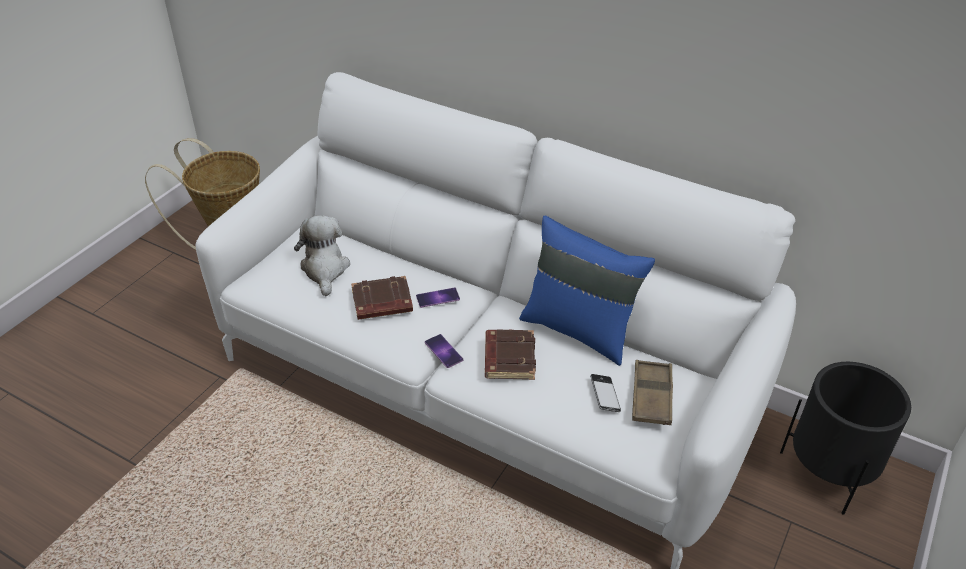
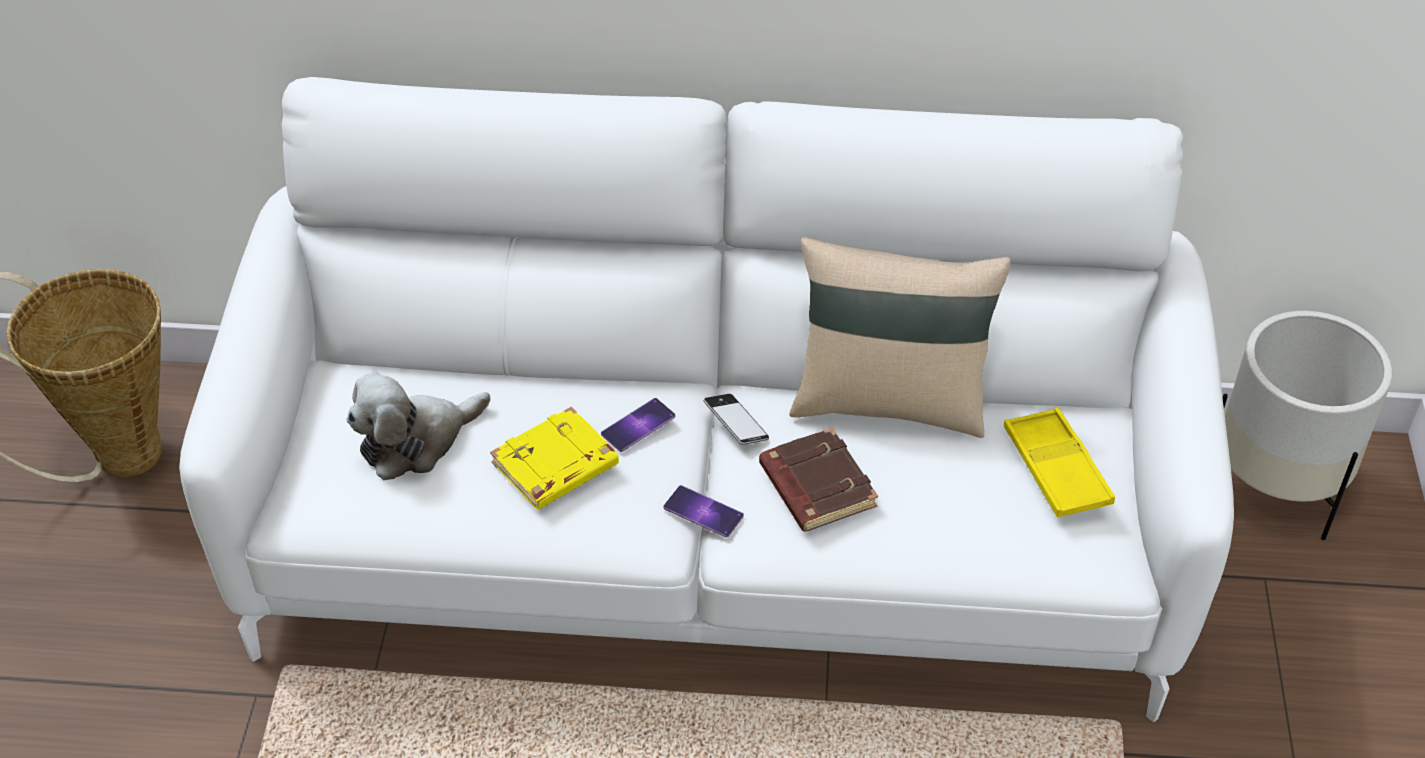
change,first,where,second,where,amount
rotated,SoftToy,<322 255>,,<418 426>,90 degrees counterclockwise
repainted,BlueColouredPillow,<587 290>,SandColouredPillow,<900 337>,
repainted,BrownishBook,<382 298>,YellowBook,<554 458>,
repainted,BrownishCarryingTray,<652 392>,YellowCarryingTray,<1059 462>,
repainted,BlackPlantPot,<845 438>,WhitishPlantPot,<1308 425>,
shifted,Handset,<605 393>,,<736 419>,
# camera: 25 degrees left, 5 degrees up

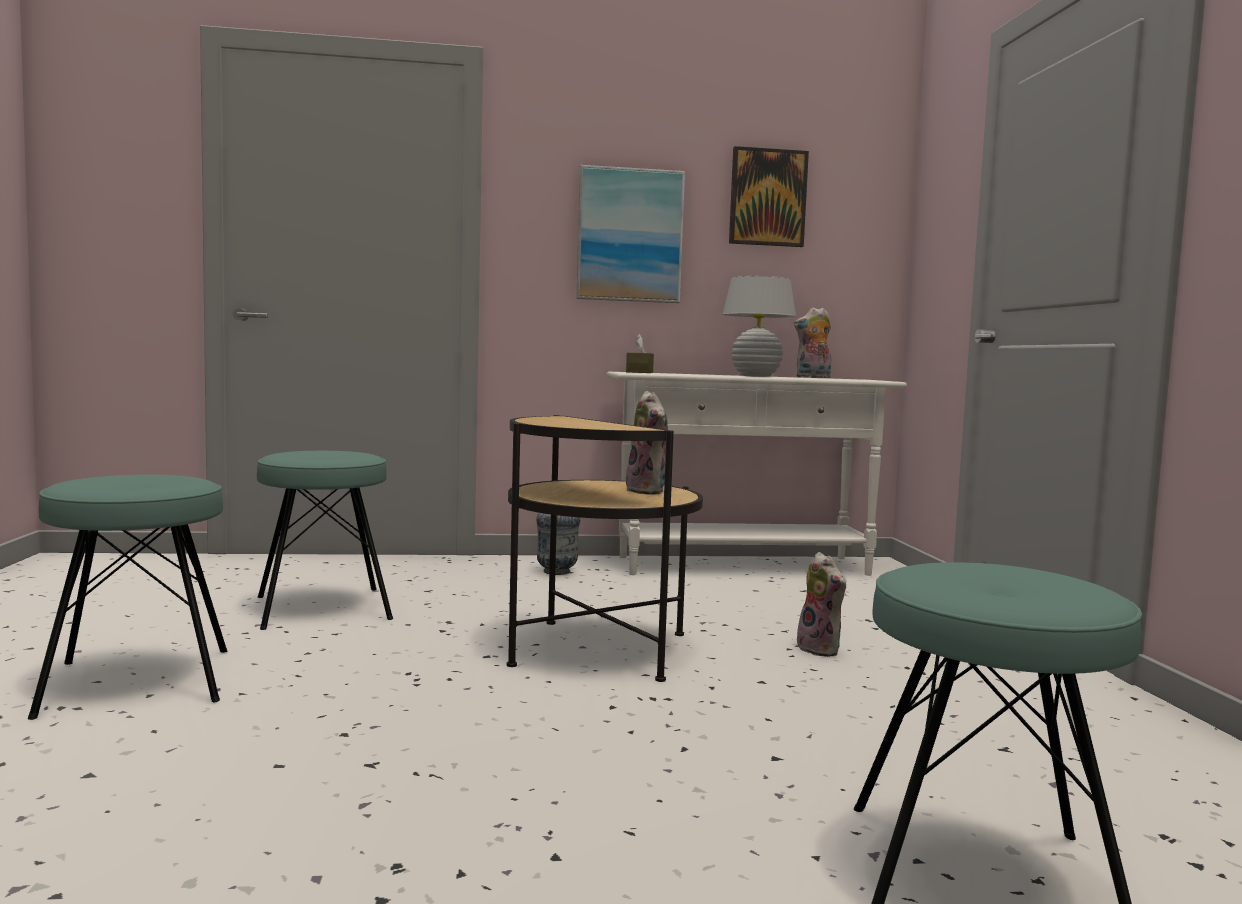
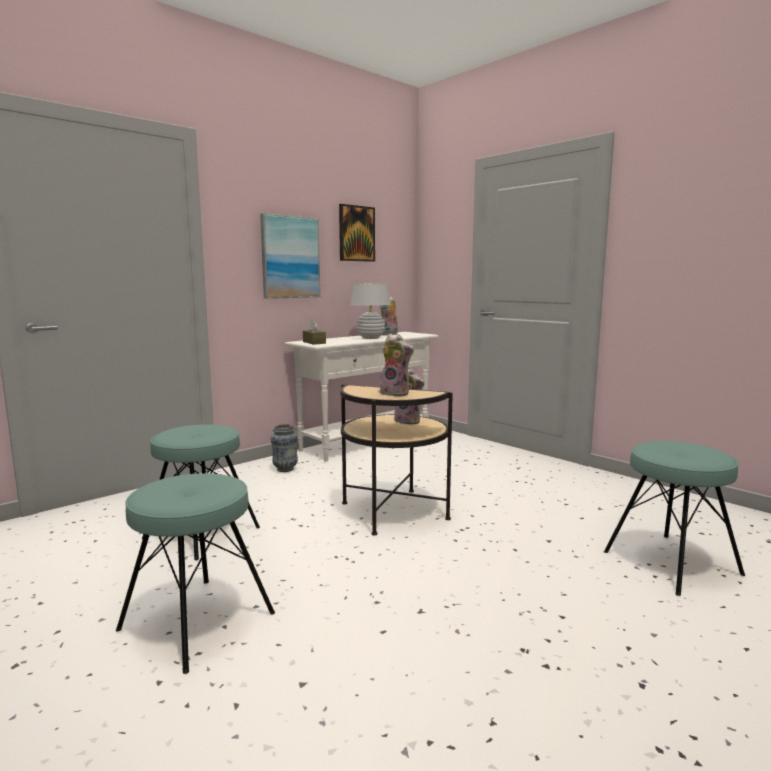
change,first,where,second,where,amount
shifted,SoftToy,<821 604>,,<397 365>,
# camera: 35 degrees left, 5 degrees up

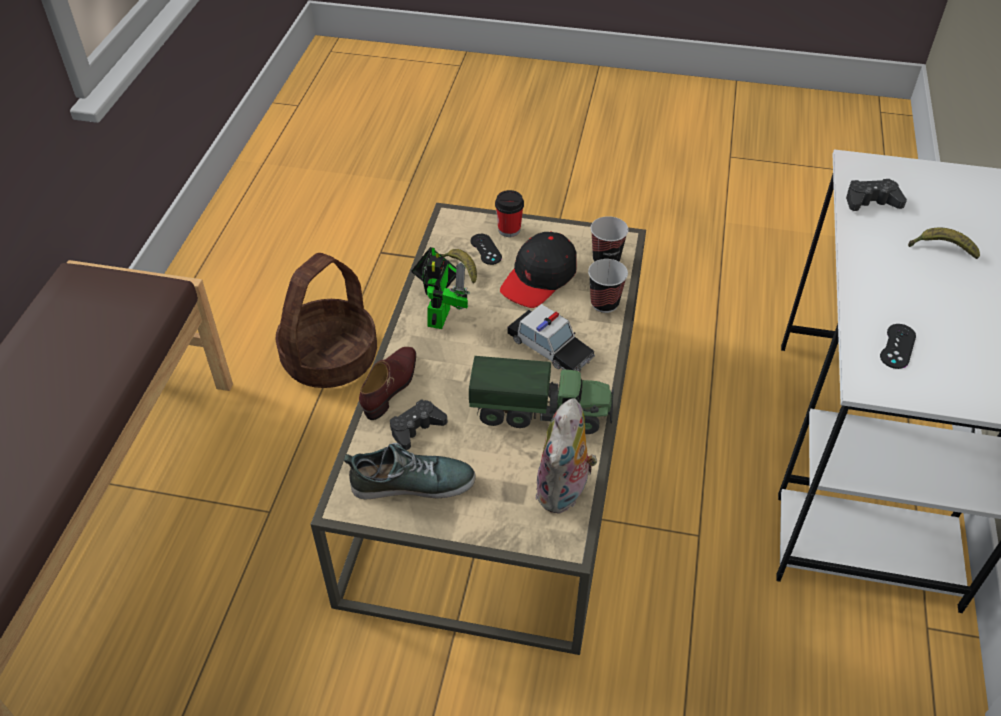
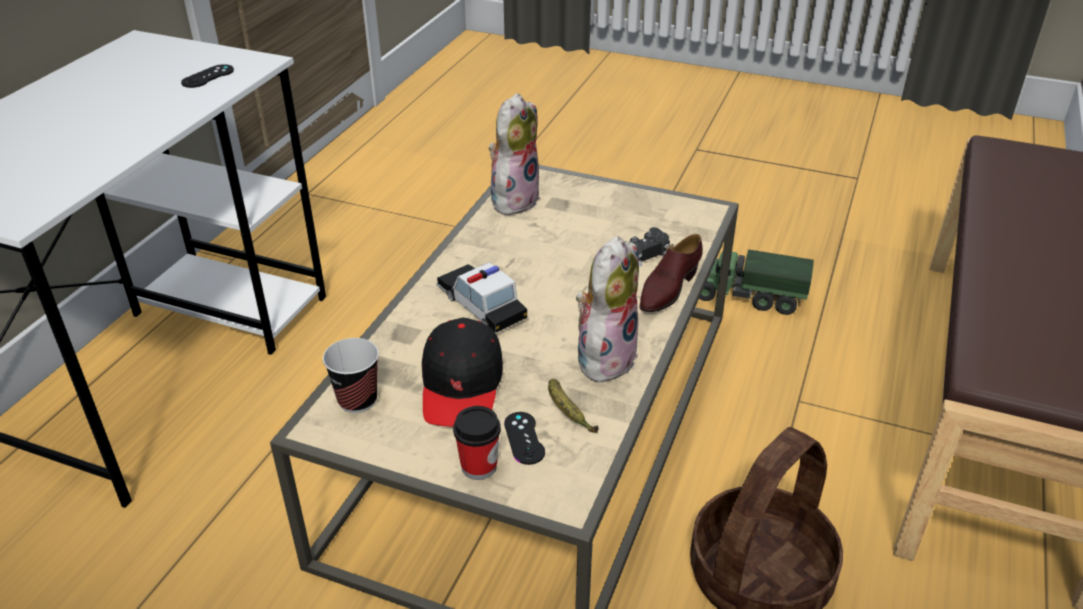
change,first,where,second,where,amount
gone,BlackJoypad,<876 195>,,,
gone,BananaFruit,<944 243>,,,
rotated,BlackBaseballCap,<538 270>,,<462 372>,135 degrees clockwise
swapped,ModelRobot,<440 288>,SoftToy,<607 309>,
gone,SmallCup,<608 286>,,,
shifted,ModelTruck,<541 395>,,<756 282>,
gone,LowShoe,<410 471>,,,
# camera: 170 degrees left, 10 degrees down

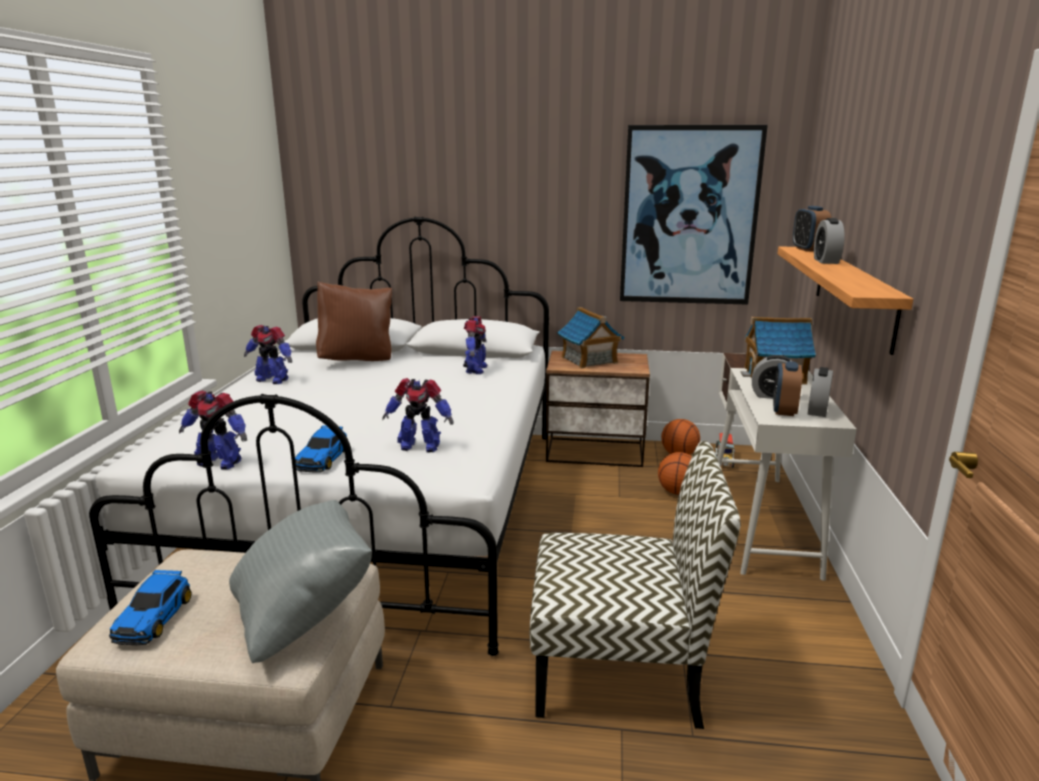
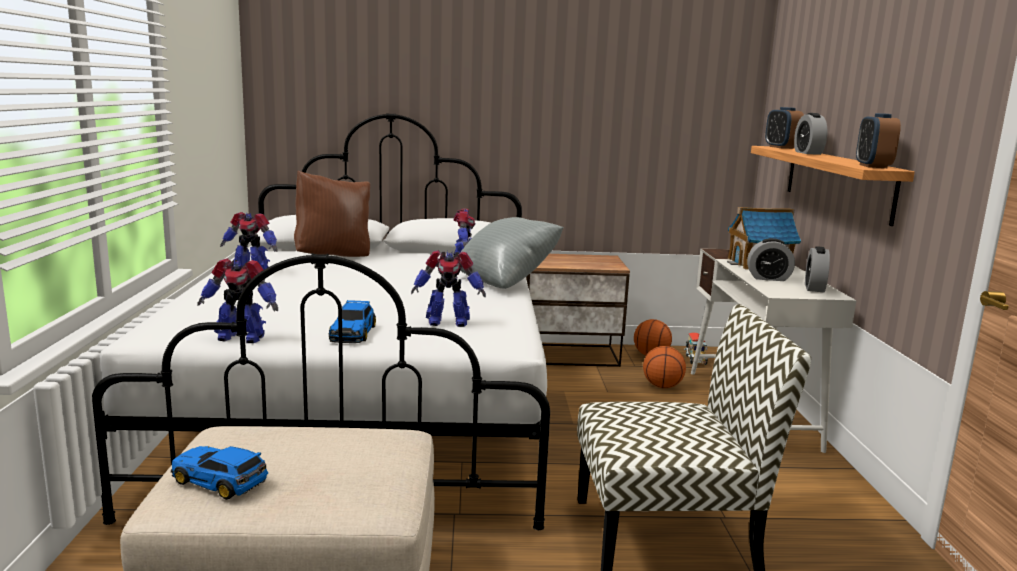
change,first,where,second,where,amount
gone,WallArt,<694 215>,,,
gone,ModelHouse,<591 337>,,,
shifted,AlarmClock,<787 388>,,<878 140>,
shifted,GreyishPillow,<300 581>,,<511 253>,
rotated,ModelCar,<150 607>,,<219 473>,120 degrees clockwise
# camera: 10 degrees left, 5 degrees down

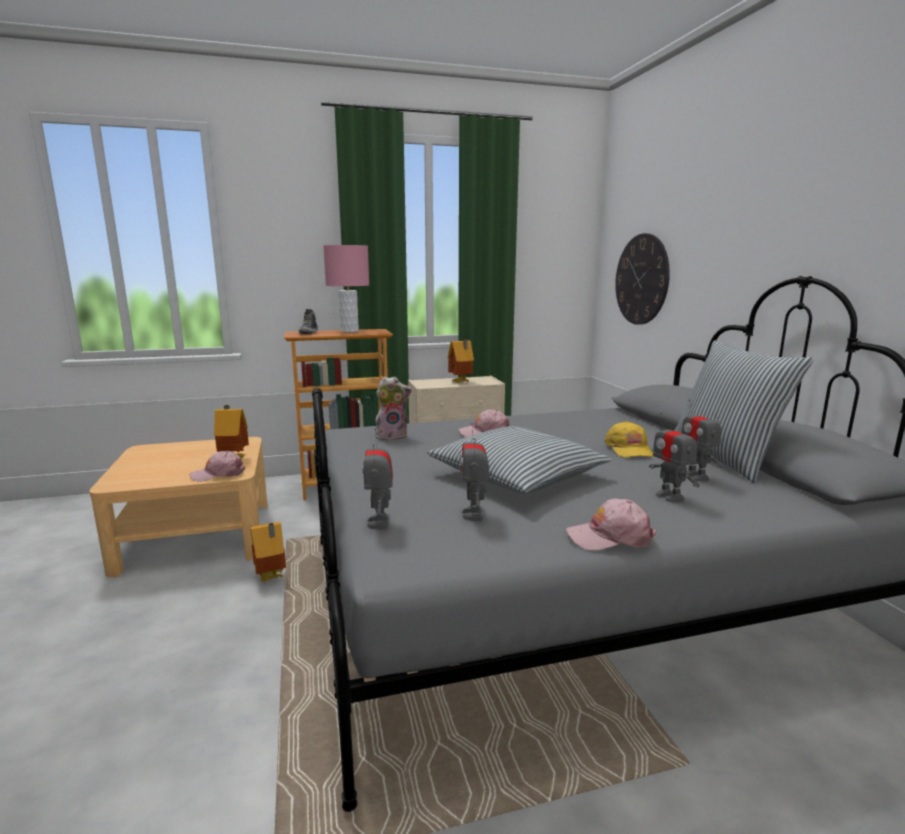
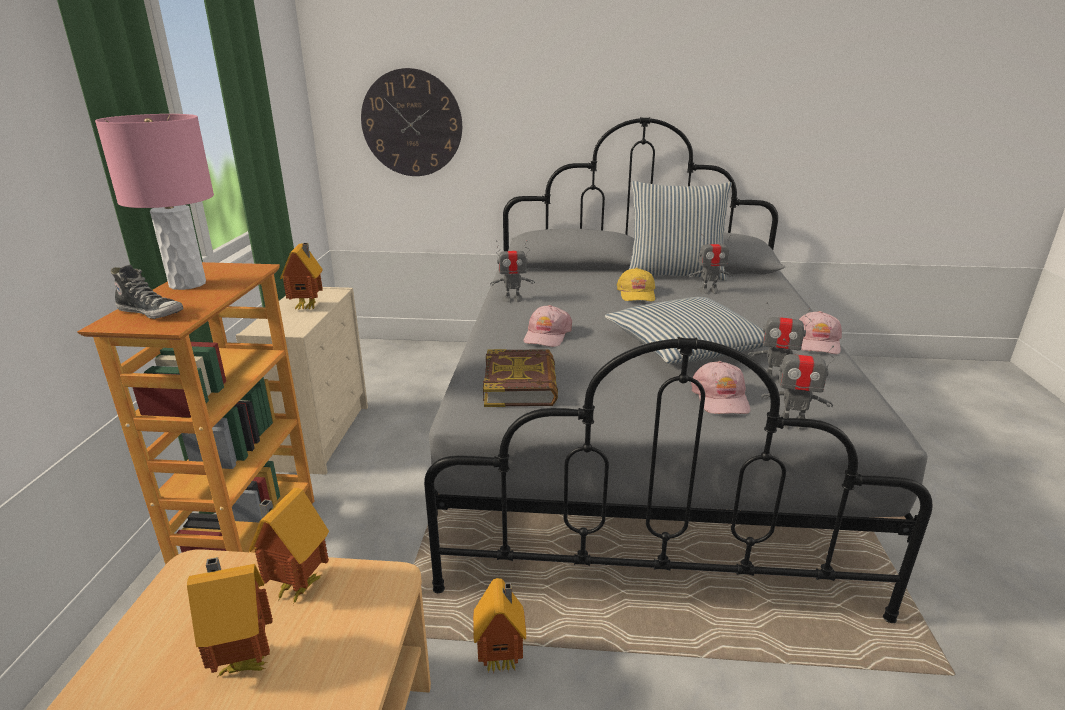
change,first,where,second,where,amount
swapped,SoftToy,<394 408>,Book,<520 378>,
shifted,ModelRobot,<674 457>,,<512 271>,
rotated,YellowBaseballCap,<629 439>,,<636 284>,75 degrees clockwise
shifted,PinkBaseballCap,<217 466>,,<721 387>,
new,,,ModelHouse,<230 616>,
# camera: 70 degrees left, 10 degrees up

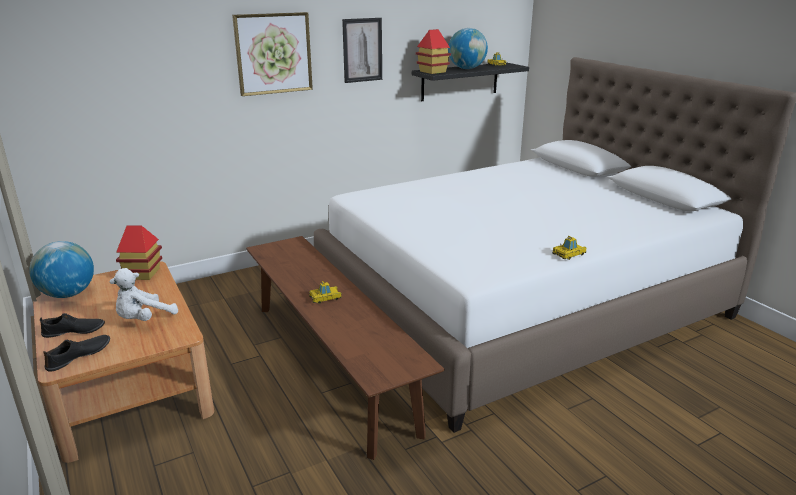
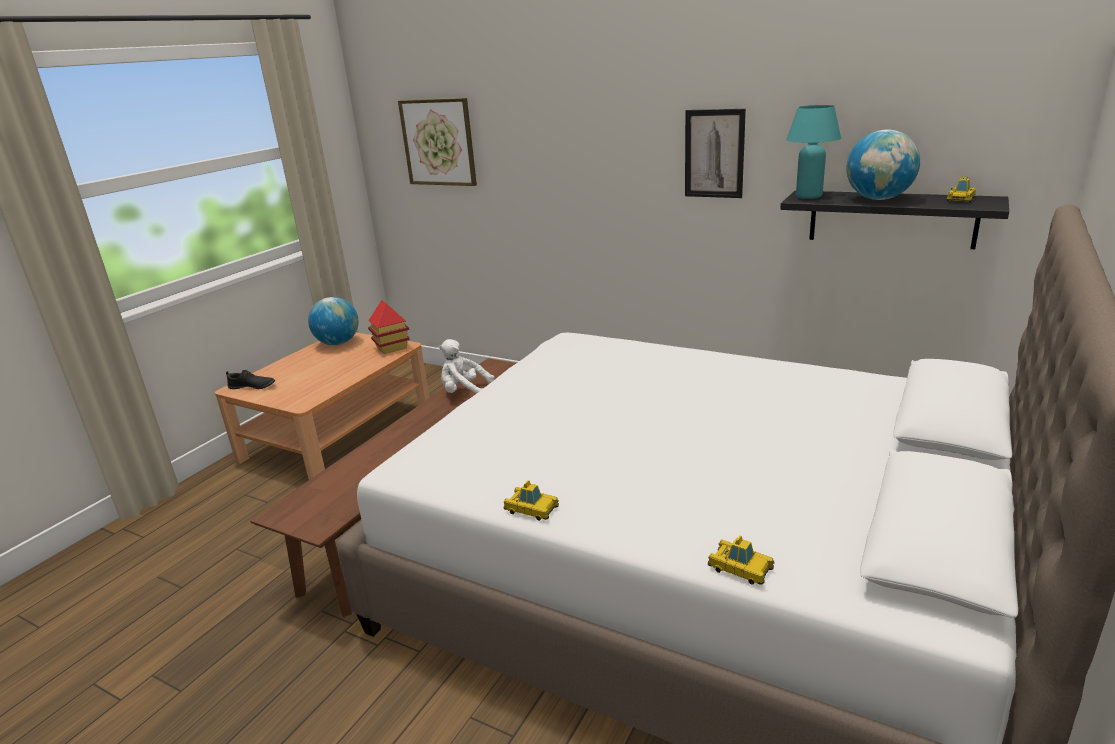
change,first,where,second,where,amount
shifted,WallArt,<272 54>,,<437 142>,
swapped,ModelHouse,<433 51>,BlueGreenTableLamp,<813 152>,
shifted,WhitishSoftToy,<144 294>,,<467 366>,
shifted,ModelCar,<325 292>,,<741 560>,
gone,BlackLowShoe,<72 325>,,,
# camera: 60 degrees right, 0 degrees up

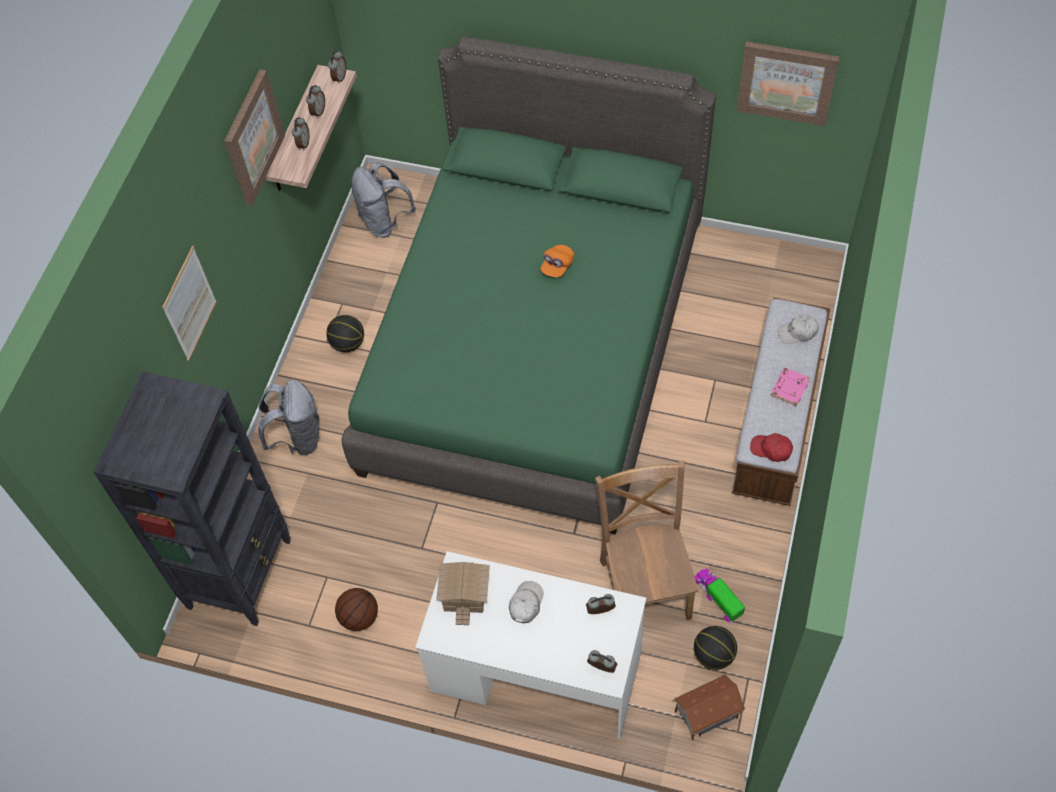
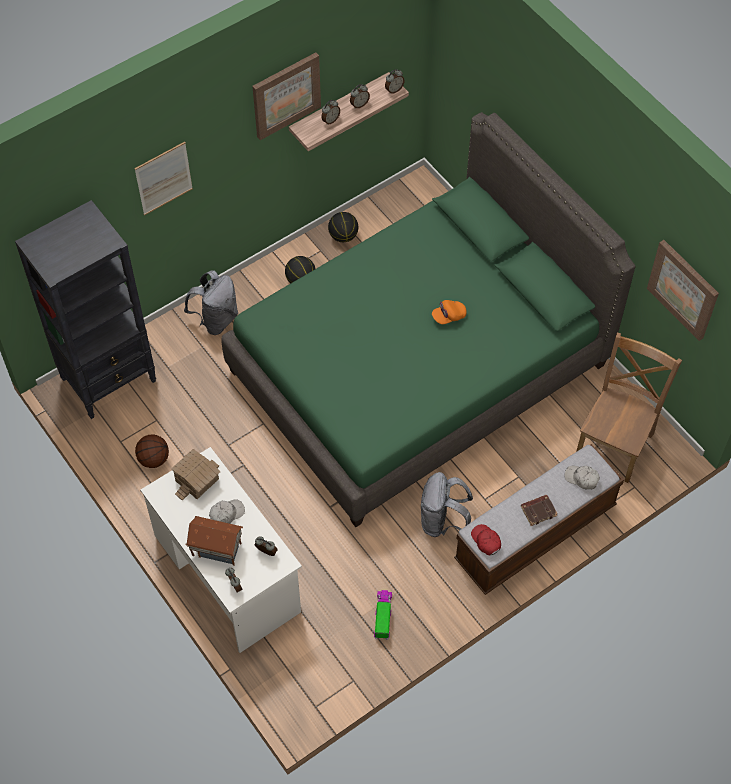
change,first,where,second,where,amount
shifted,GreyishBackpack,<383 200>,,<447 504>,
repainted,PinkBook,<790 387>,BrownishBook,<539 510>,
shifted,BrownishChair,<646 540>,,<629 408>,
shifted,BallForBasketball,<715 648>,,<343 227>,
shifted,ModelHouse,<709 707>,,<214 540>,
# camera: 35 degrees right, 0 degrees up

